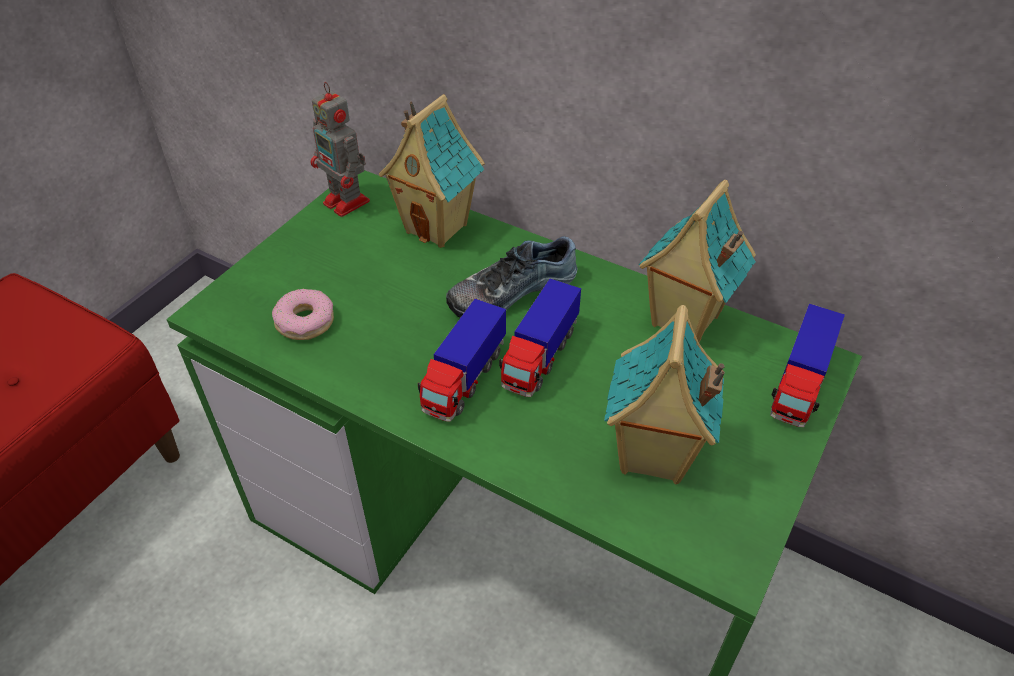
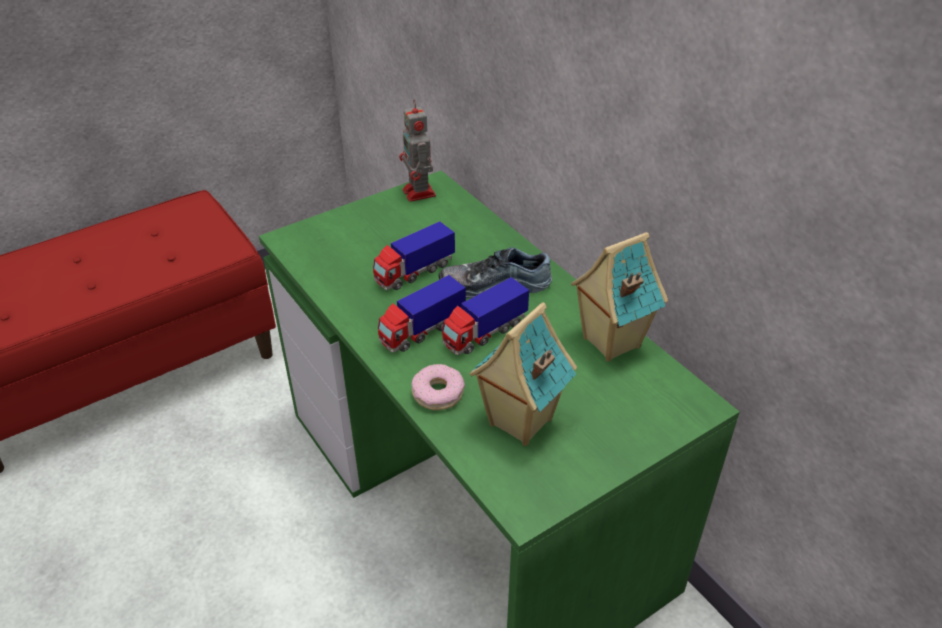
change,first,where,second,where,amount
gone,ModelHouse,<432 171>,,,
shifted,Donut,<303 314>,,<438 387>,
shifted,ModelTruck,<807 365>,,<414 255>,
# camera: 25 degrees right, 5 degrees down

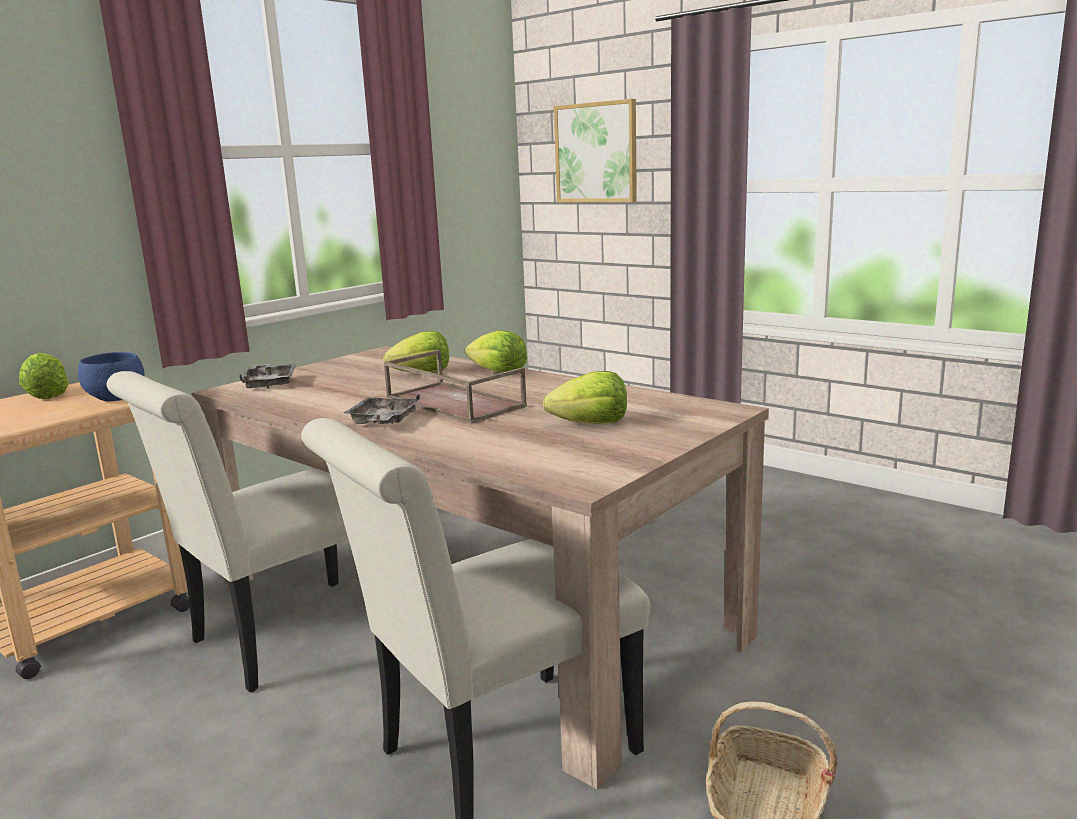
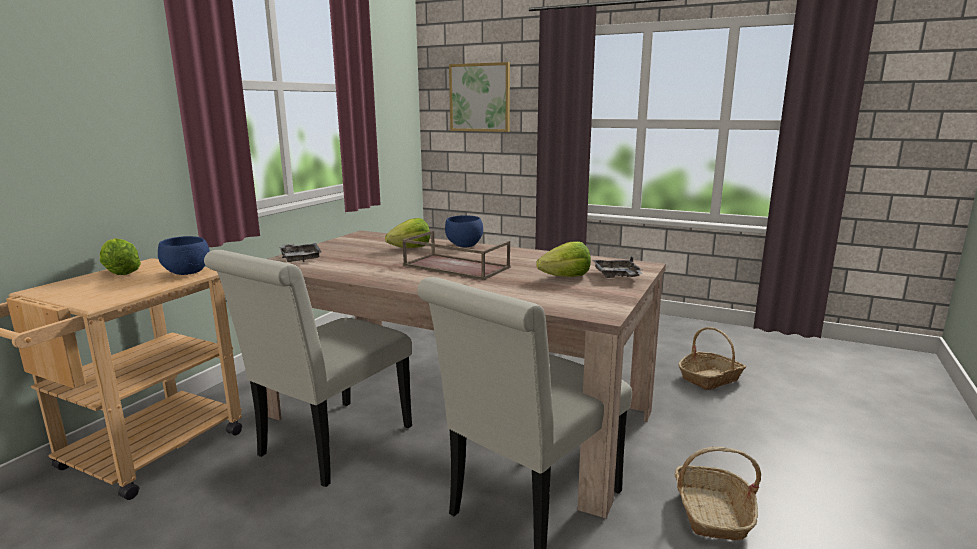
change,first,where,second,where,amount
swapped,LettuceHead,<496 351>,BlueColouredDeepDish,<464 231>,
shifted,GreyishCarryingTray,<382 409>,,<617 267>,
new,,,HouseholdBasket,<712 358>,
# camera: 15 degrees left, 0 degrees up

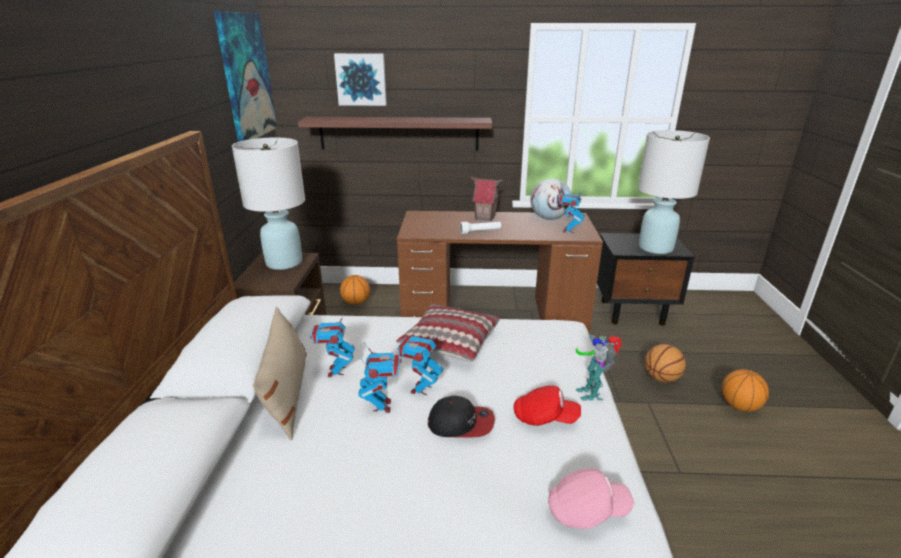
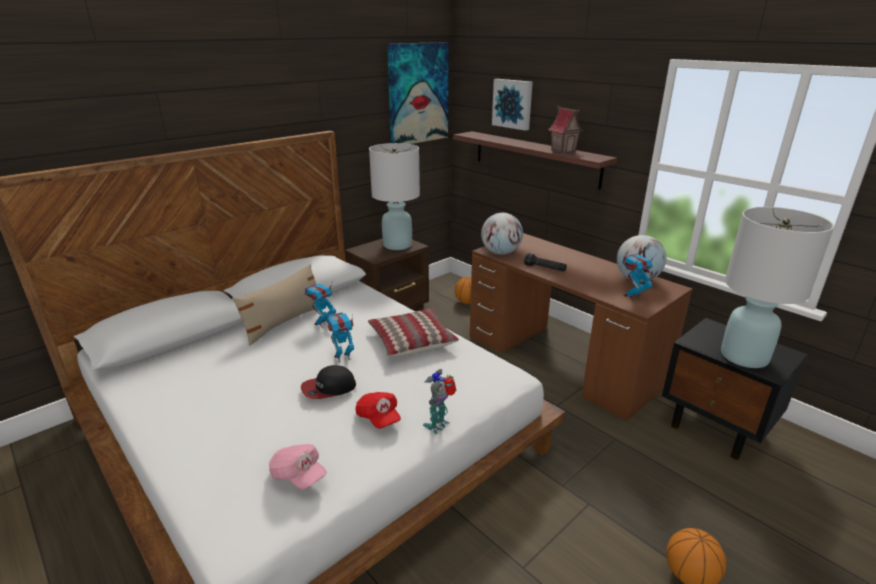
change,first,where,second,where,amount
shifted,ModelHouse,<487 199>,,<565 130>,
repainted,WhitishHandTorch,<480 228>,BlackHandTorch,<545 262>,
gone,ModelRobot,<379 377>,,,
gone,BallForBasketball,<665 363>,,,
rotated,BaseballCap,<461 417>,,<328 382>,105 degrees clockwise
new,,,Globe,<502 234>,
# camera: 45 degrees right, 0 degrees up

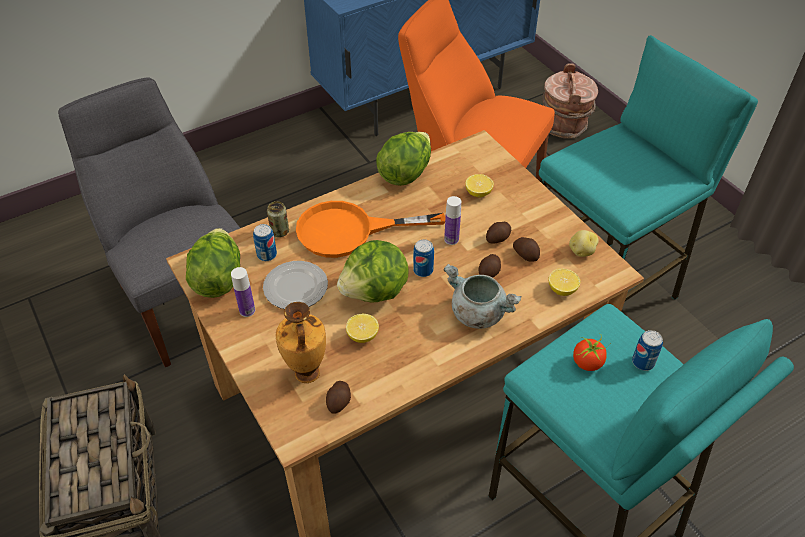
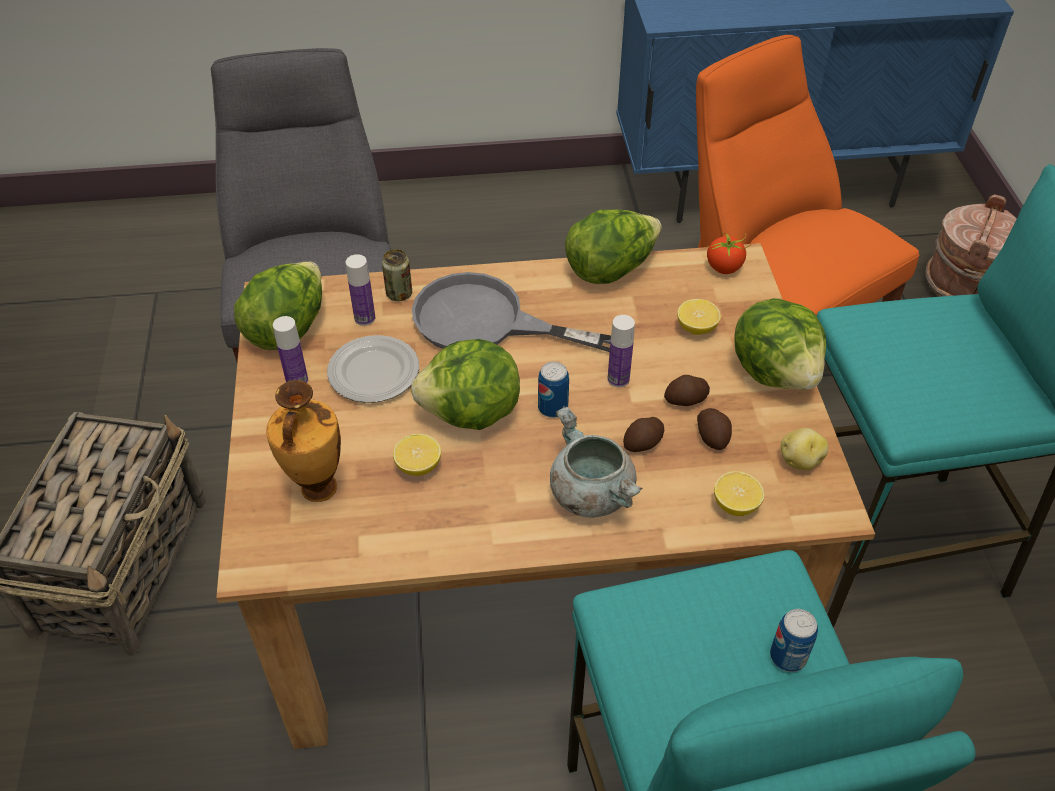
change,first,where,second,where,amount
repainted,OrangeyPan,<370 229>,GreyishPan,<511 312>,
swapped,Can,<265 242>,BeverageBottle,<360 290>,
shifted,Tomato,<592 352>,,<729 253>,
gone,Spud,<338 397>,,,
new,,,LettuceHead,<780 344>,
# camera: 25 degrees right, 0 degrees up

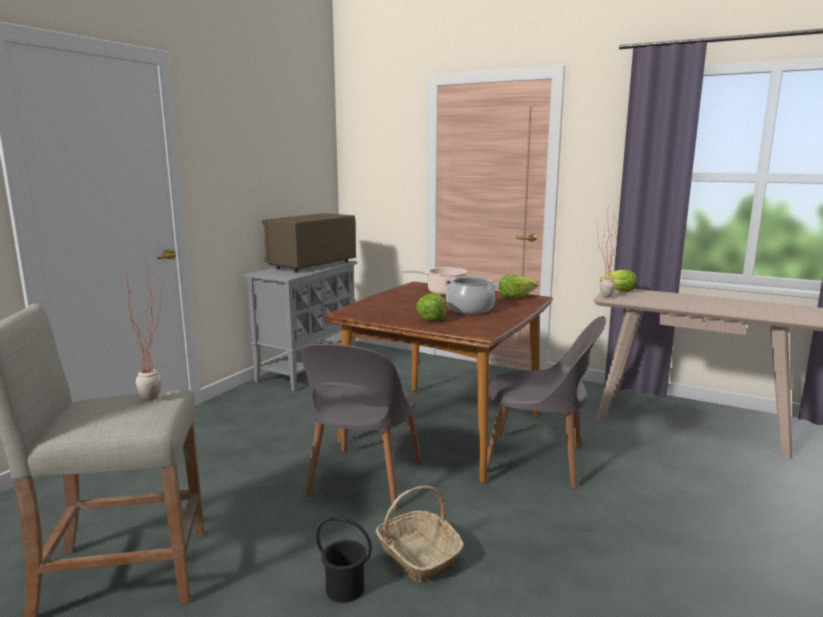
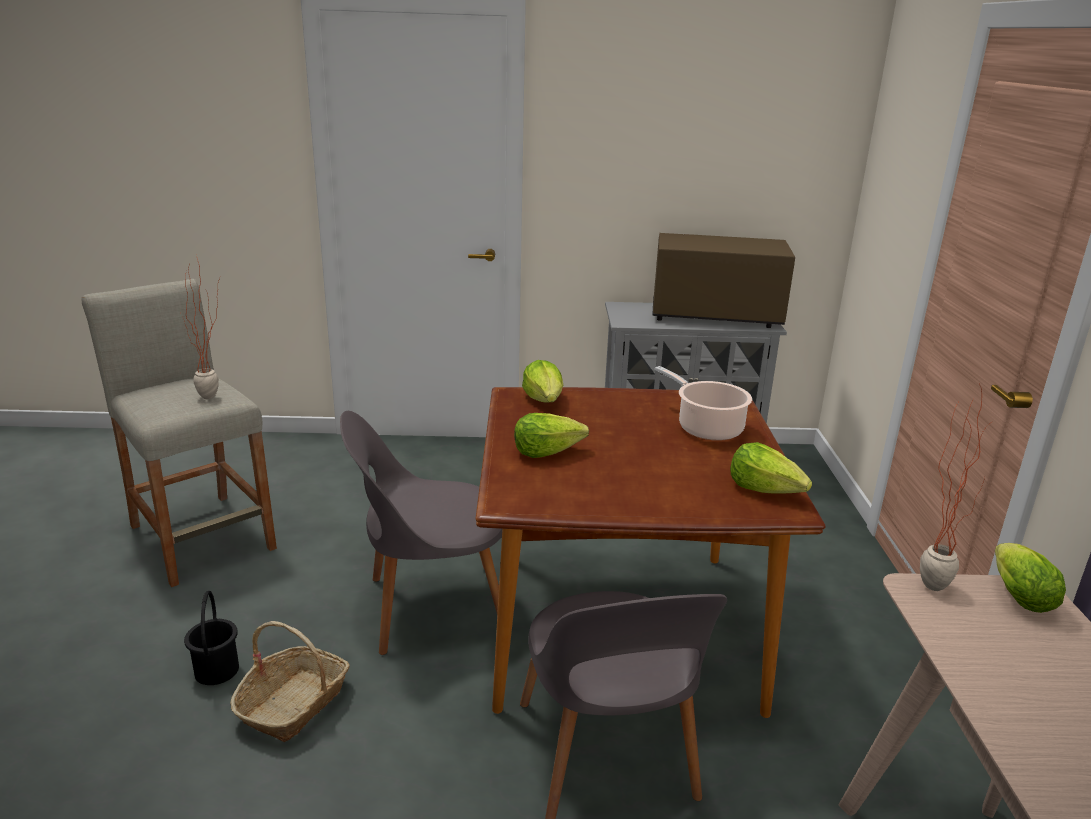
change,first,where,second,where,amount
gone,CookingPot,<471 295>,,,
new,,,LettuceHead,<542 381>,
# camera: 60 degrees right, 10 degrees up

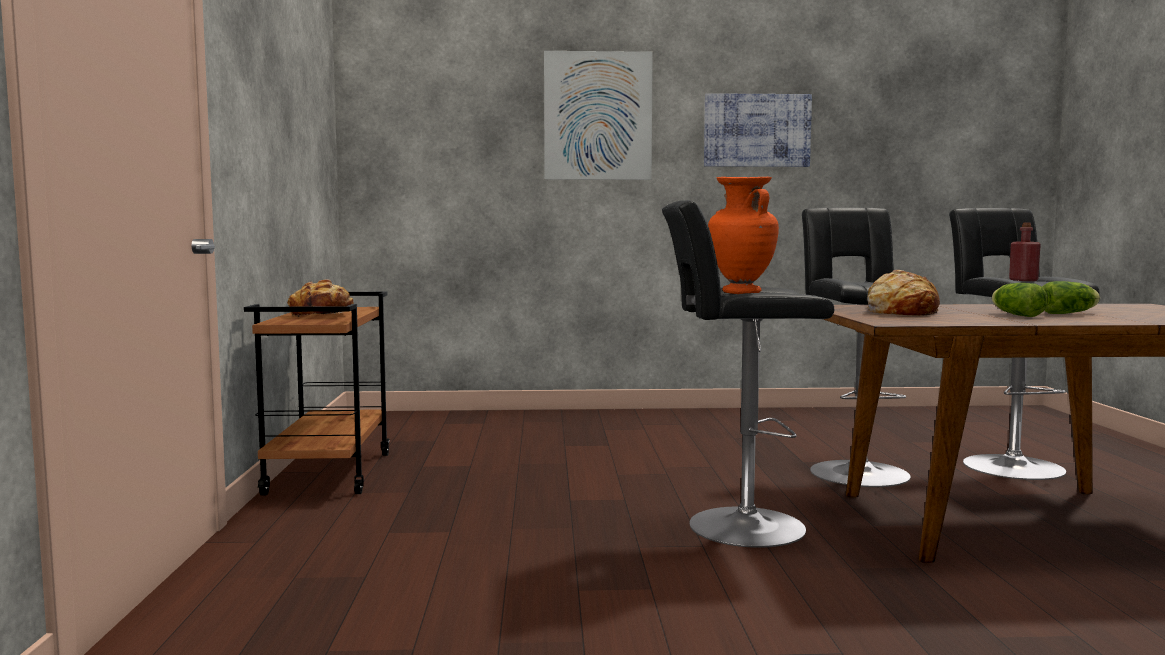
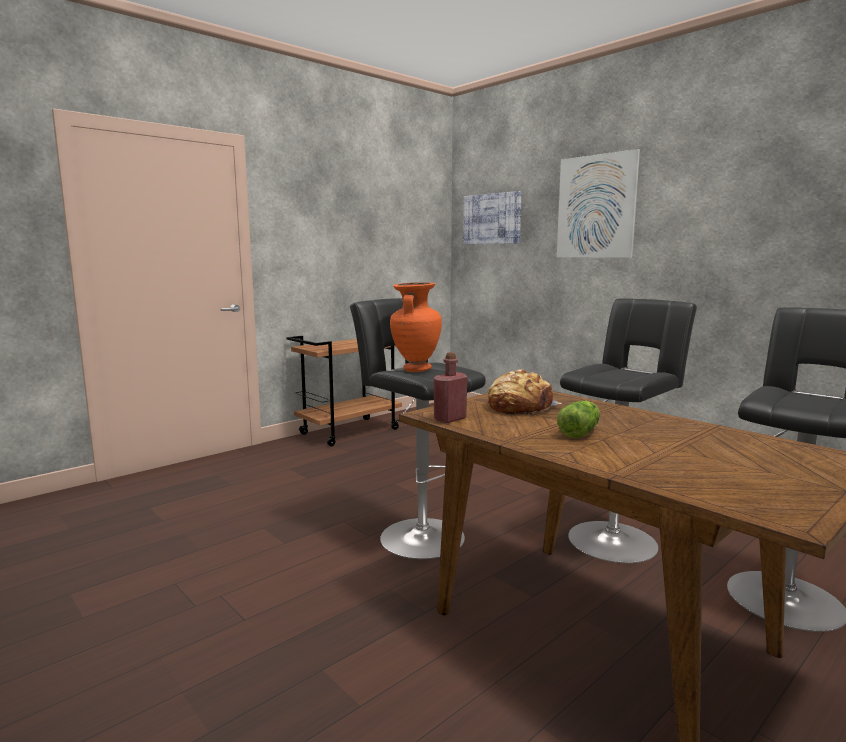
change,first,where,second,where,amount
shifted,WallArt,<758 130>,,<492 217>,
shifted,RedBeverageBottle,<1025 252>,,<450 387>,
gone,BakedBread,<320 298>,,,
gone,LettuceHead,<1071 297>,,,
# camera: 50 degrees right, 5 degrees up

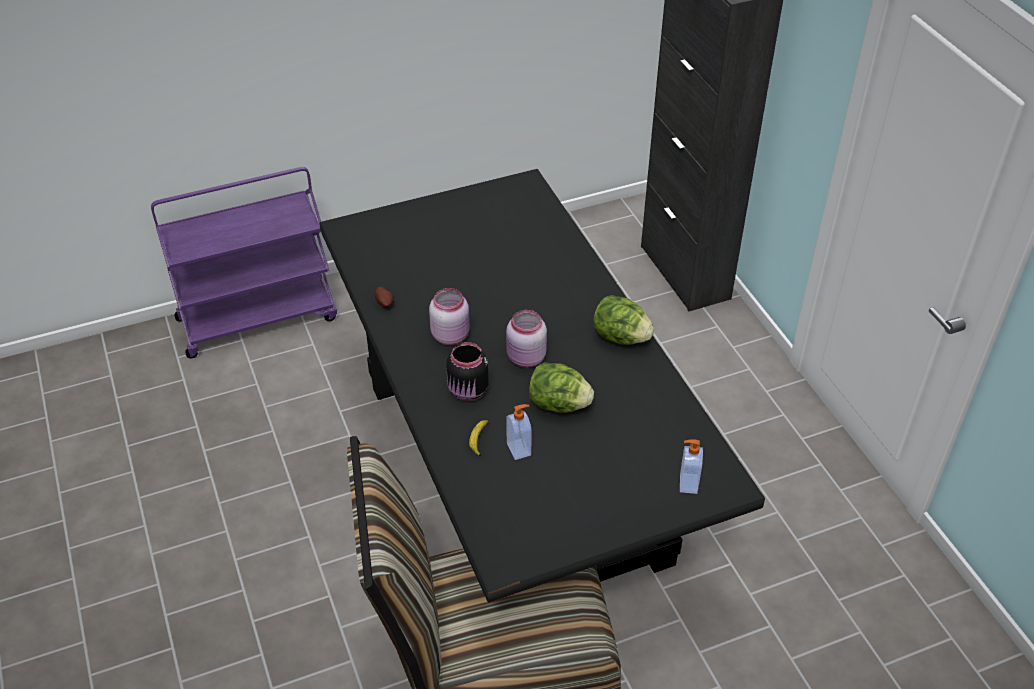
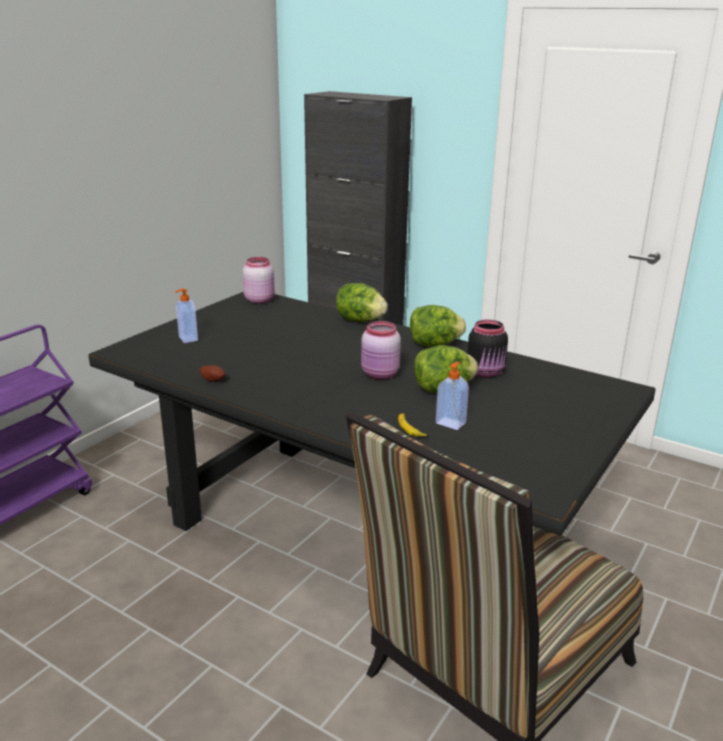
change,first,where,second,where,amount
shifted,PinkStorageJar,<449 316>,,<258 280>,
shifted,BlackStorageJar,<467 371>,,<487 349>,
shifted,SoapBottle,<691 467>,,<186 316>,
new,,,LettuceHead,<362 302>,
# camera: 35 degrees left, 20 degrees down

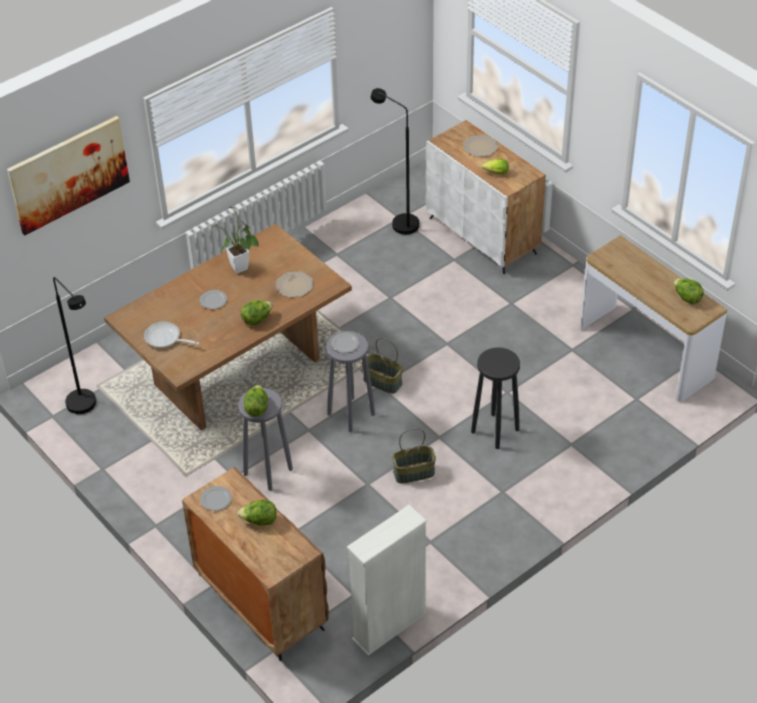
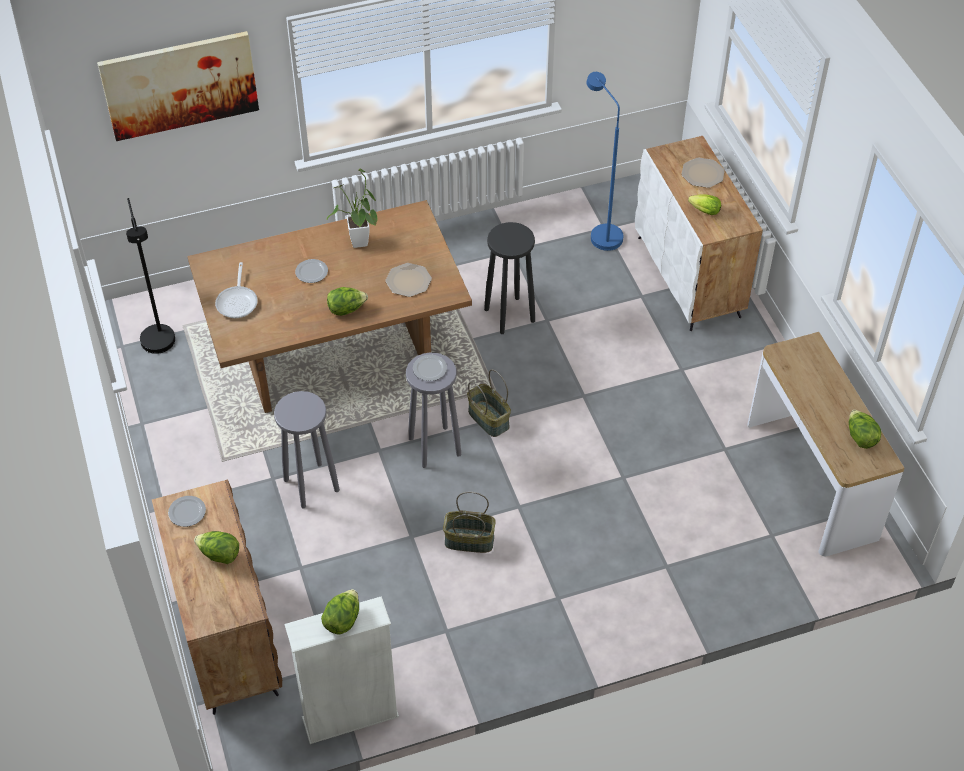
change,first,where,second,where,amount
repainted,BlackStandardLamp,<395 161>,BlueColouredStandardLamp,<604 161>,
rotated,Pan,<172 335>,,<236 290>,135 degrees counterclockwise
shifted,BlackSittingStool,<495 398>,,<509 278>,
shifted,LettuceHead,<256 401>,,<340 611>,
# camera: 20 degrees right, 5 degrees up

